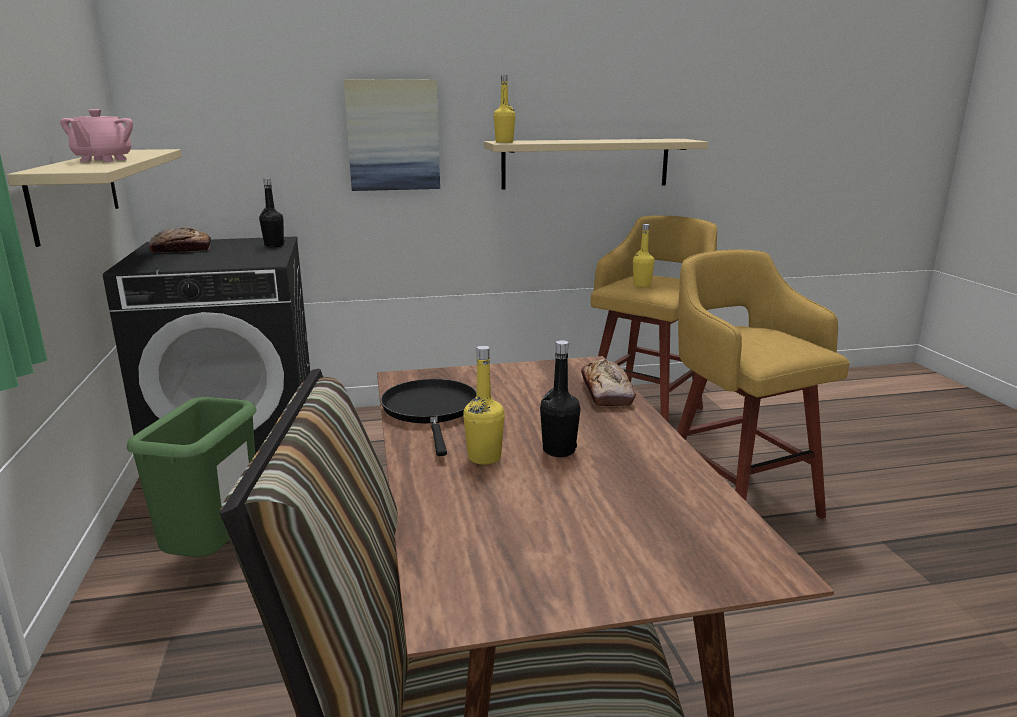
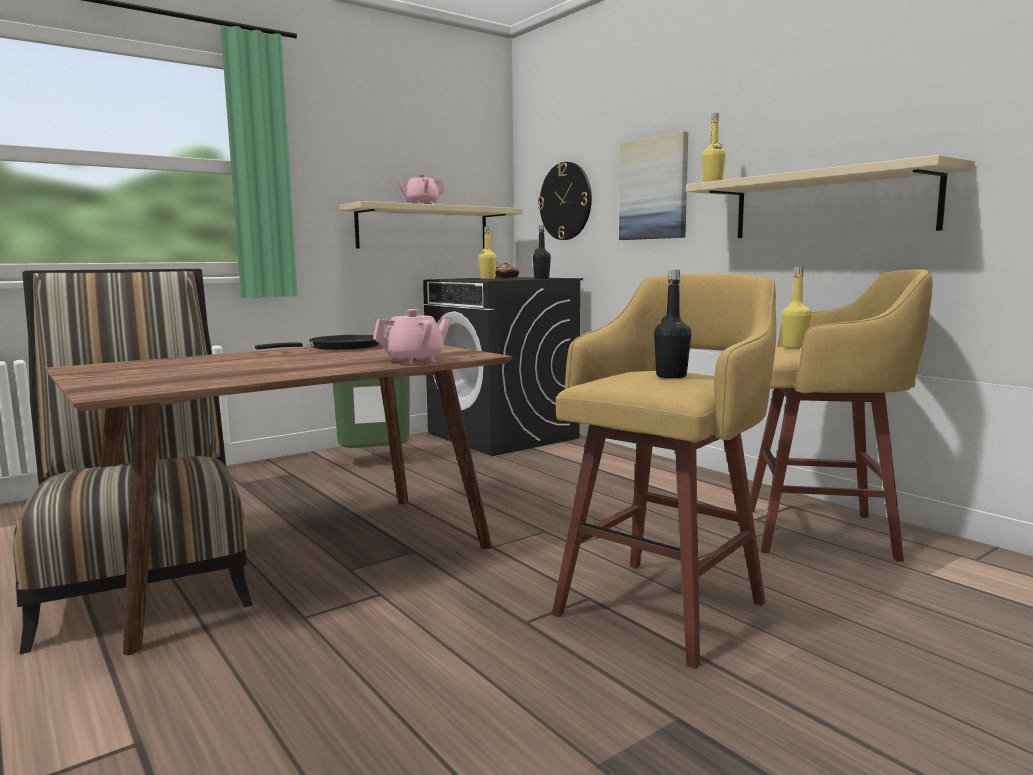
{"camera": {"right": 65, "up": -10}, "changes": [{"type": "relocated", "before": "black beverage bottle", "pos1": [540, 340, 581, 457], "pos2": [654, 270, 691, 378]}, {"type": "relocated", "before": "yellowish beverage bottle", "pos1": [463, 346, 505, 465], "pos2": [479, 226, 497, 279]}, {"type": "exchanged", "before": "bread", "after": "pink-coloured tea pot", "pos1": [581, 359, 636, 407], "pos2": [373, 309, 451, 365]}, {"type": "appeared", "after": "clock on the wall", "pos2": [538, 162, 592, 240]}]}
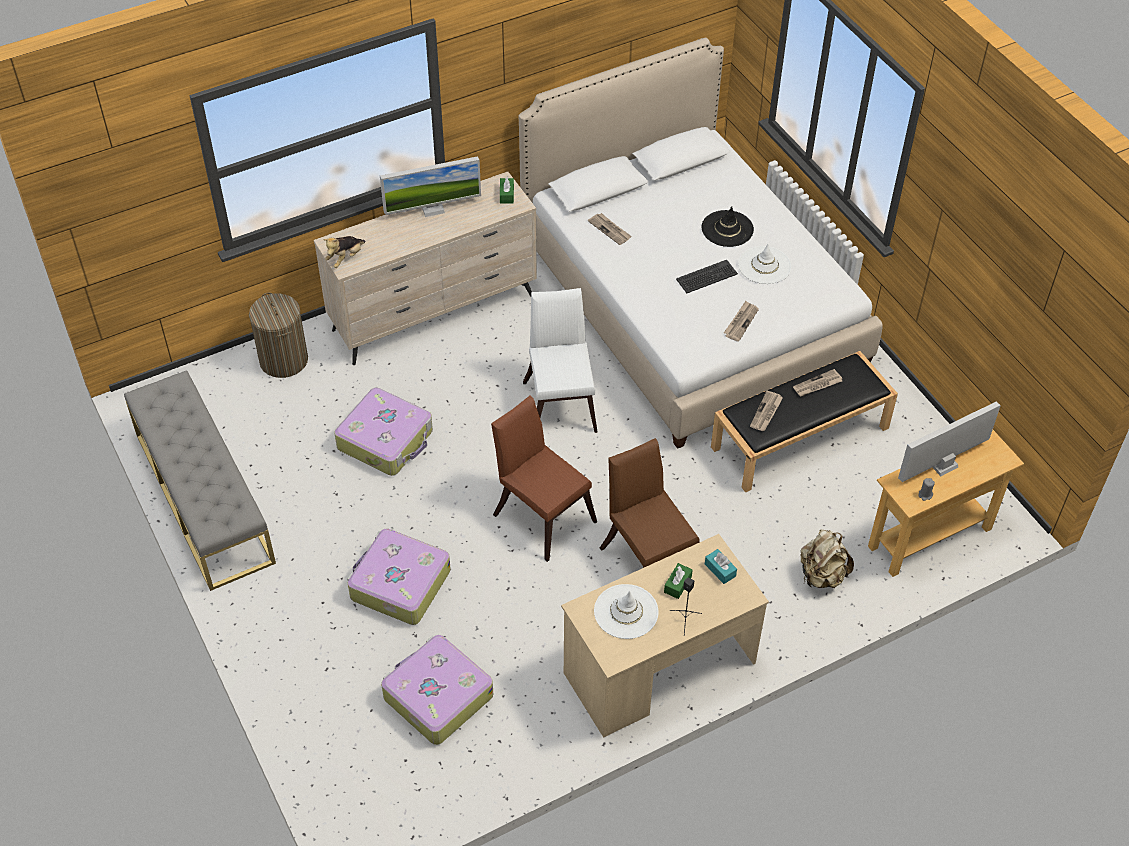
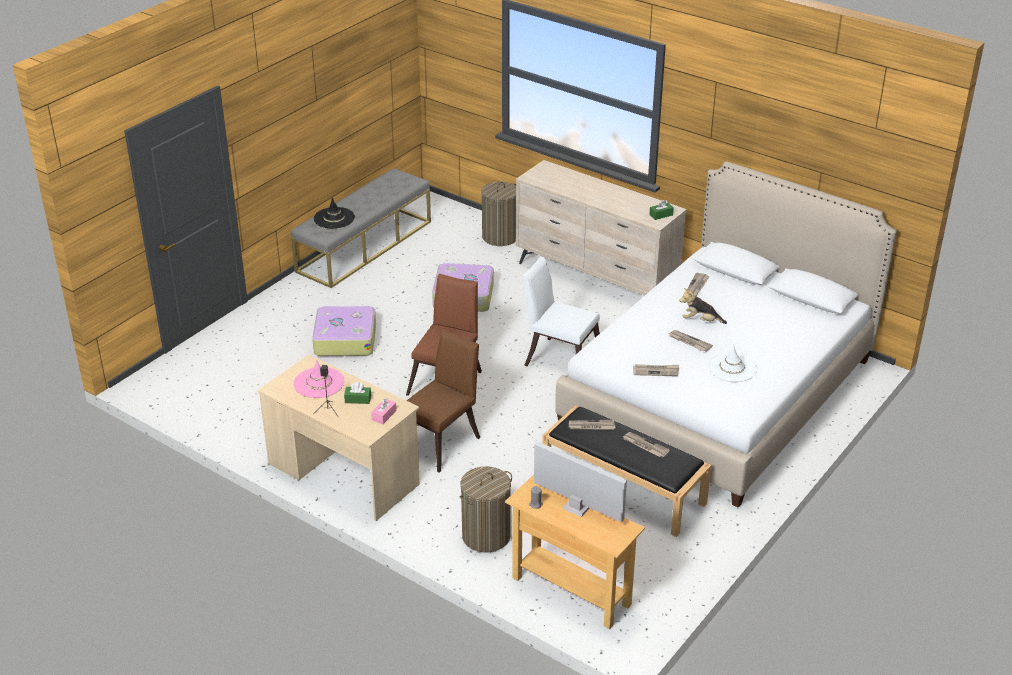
{"camera": {"right": 65, "up": -15}, "changes": [{"type": "missing", "before": "monitor", "pos1": [380, 157, 481, 217]}, {"type": "relocated", "before": "black hat", "pos1": [701, 206, 754, 247], "pos2": [314, 197, 355, 228]}, {"type": "relocated", "before": "soft toy", "pos1": [324, 236, 366, 268], "pos2": [679, 288, 727, 324]}, {"type": "exchanged", "before": "keyboard", "after": "printed paper", "pos1": [676, 260, 738, 293], "pos2": [669, 330, 713, 352]}, {"type": "spun", "before": "white-coloured plain chair", "pos1": [523, 288, 598, 433], "pos2": [522, 256, 600, 366], "turn": -120}, {"type": "exchanged", "before": "beige rucksack", "after": "hamper", "pos1": [801, 530, 854, 588], "pos2": [459, 466, 512, 553]}, {"type": "colour", "before": "turquoise-coloured tissue holder", "after": "pink-coloured tissue holder", "pos1": [705, 549, 737, 584], "pos2": [371, 398, 396, 424]}, {"type": "colour", "before": "white-coloured hat", "after": "pink-coloured hat", "pos1": [594, 584, 659, 639], "pos2": [294, 359, 345, 398]}, {"type": "missing", "before": "suitcase", "pos1": [381, 635, 493, 745]}]}
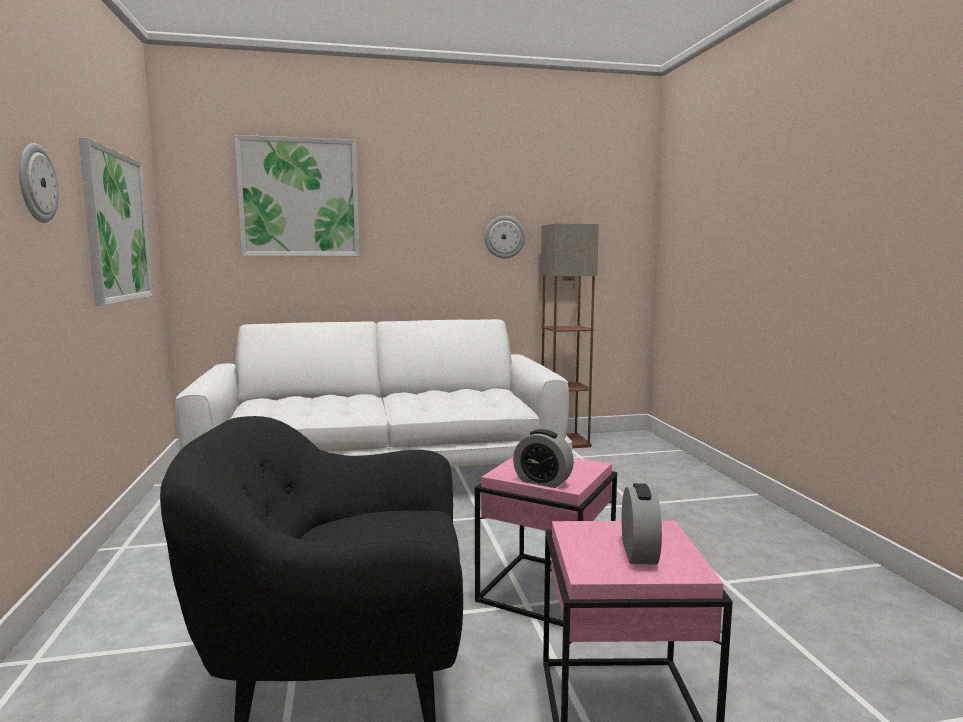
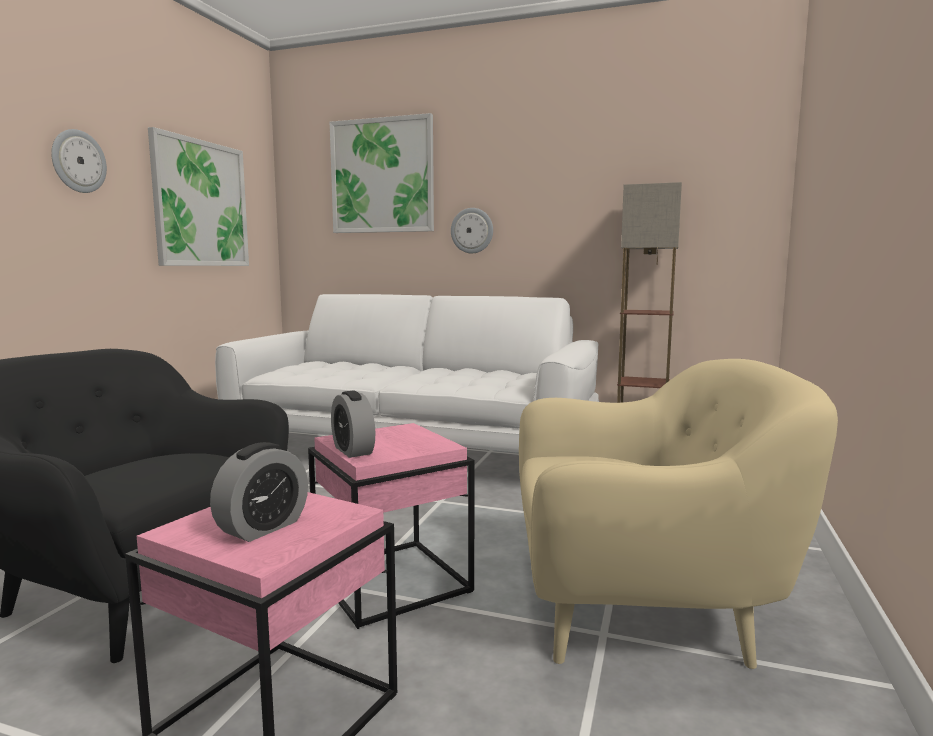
{"camera": {"right": 30, "up": 0}, "changes": [{"type": "relocated", "before": "clock on the wall", "pos1": [484, 216, 525, 258], "pos2": [451, 208, 493, 253]}, {"type": "appeared", "after": "beige armchair", "pos2": [519, 359, 838, 669]}]}
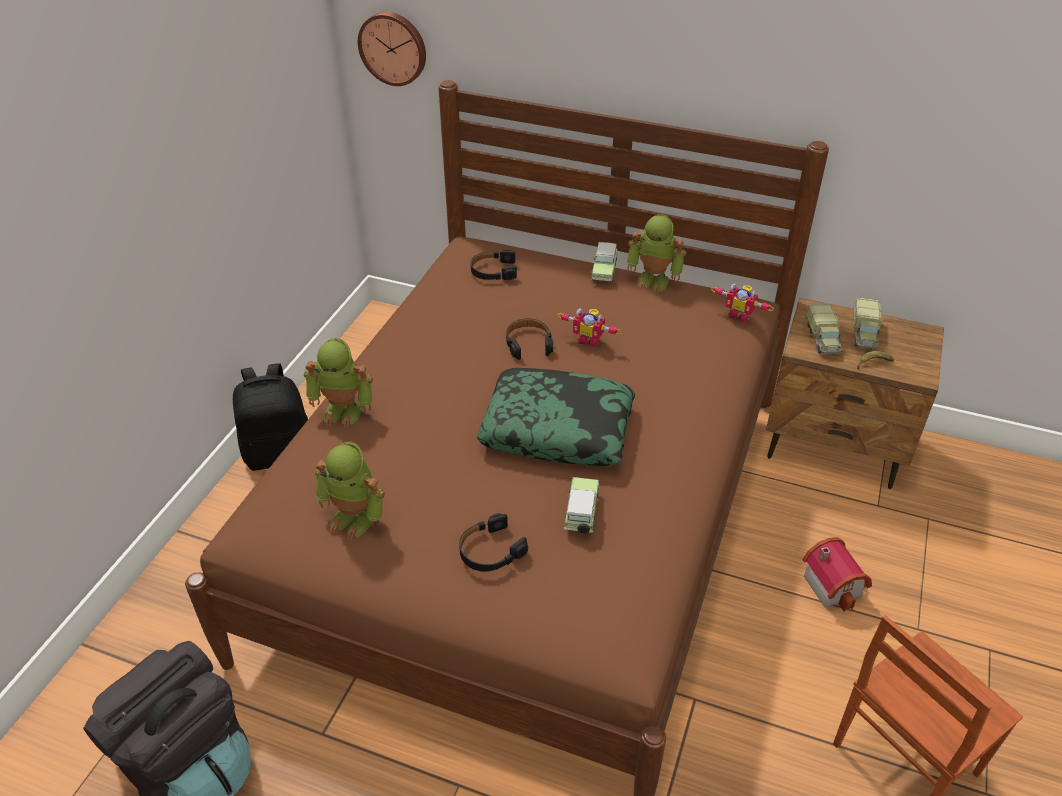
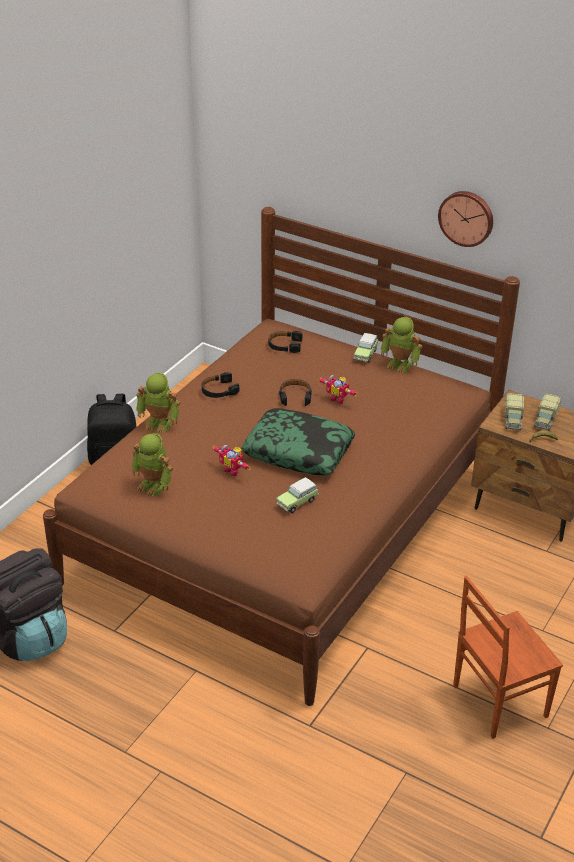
{"camera": {"right": 10, "up": -5}, "changes": [{"type": "relocated", "before": "clock on the wall", "pos1": [358, 12, 426, 86], "pos2": [438, 191, 493, 247]}, {"type": "relocated", "before": "model robot", "pos1": [711, 283, 774, 322], "pos2": [212, 445, 251, 476]}, {"type": "spun", "before": "toy car", "pos1": [564, 477, 599, 534], "pos2": [276, 477, 319, 513], "turn": -150}, {"type": "relocated", "before": "black pair of headphones", "pos1": [459, 513, 528, 571], "pos2": [202, 372, 239, 398]}, {"type": "missing", "before": "model house", "pos1": [803, 537, 872, 612]}]}
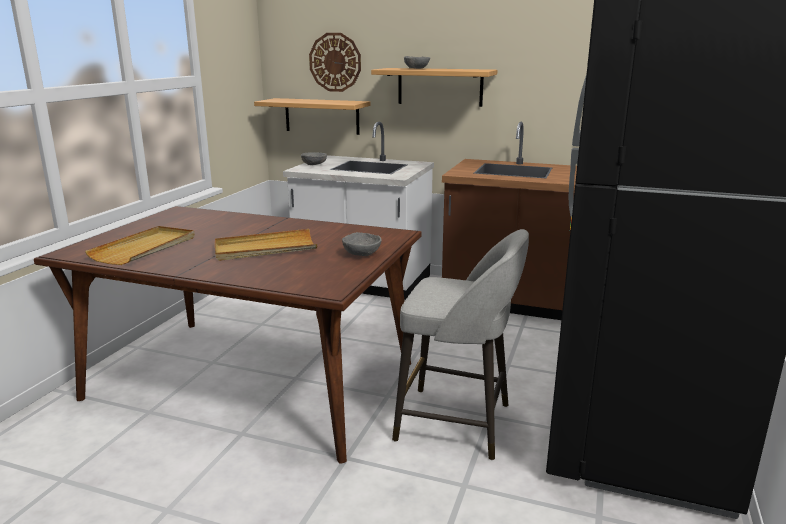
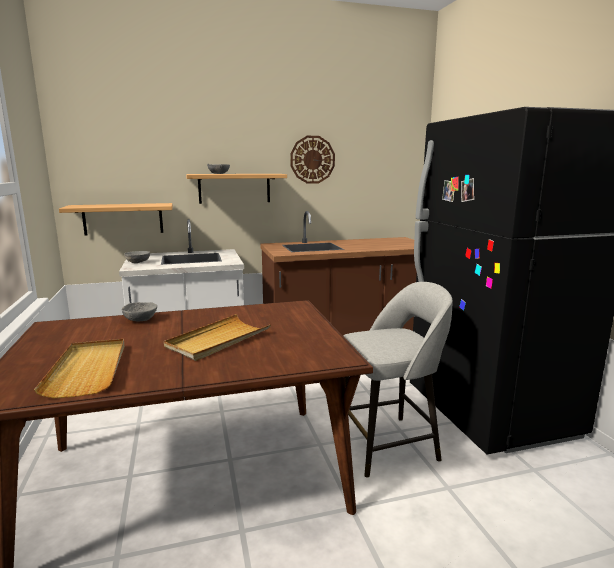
{"camera": {"right": -35, "up": -5}, "changes": [{"type": "relocated", "before": "clock on the wall", "pos1": [309, 33, 361, 92], "pos2": [290, 136, 335, 184]}, {"type": "relocated", "before": "grey bowl", "pos1": [342, 232, 382, 256], "pos2": [122, 302, 157, 321]}]}
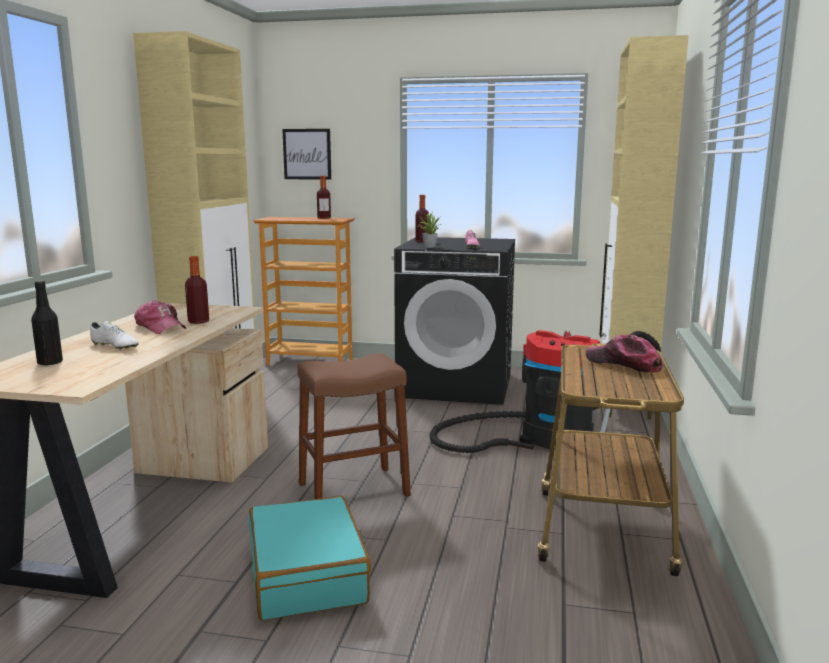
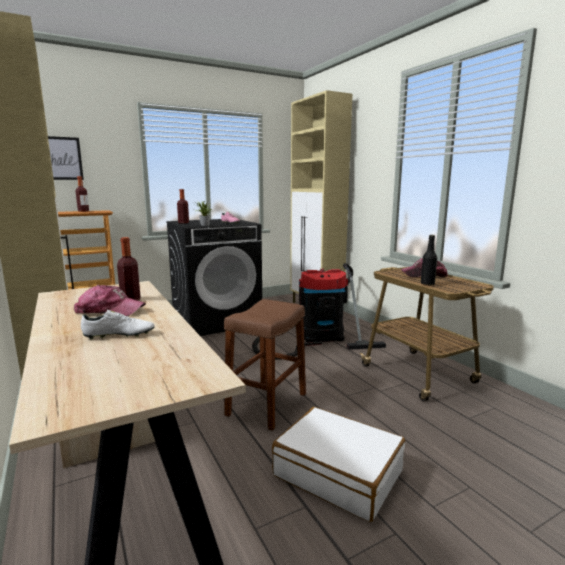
{"camera": {"right": -40, "up": 0}, "changes": [{"type": "relocated", "before": "black beverage bottle", "pos1": [31, 281, 63, 366], "pos2": [421, 235, 437, 285]}, {"type": "colour", "before": "turquoise-coloured suitcase", "after": "white-coloured suitcase", "pos1": [248, 496, 371, 620], "pos2": [272, 407, 406, 522]}]}
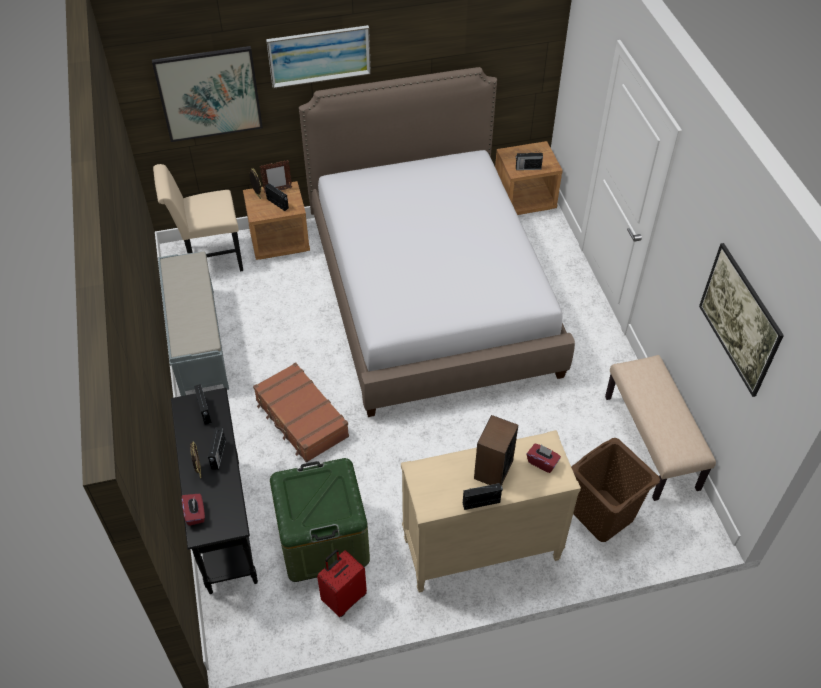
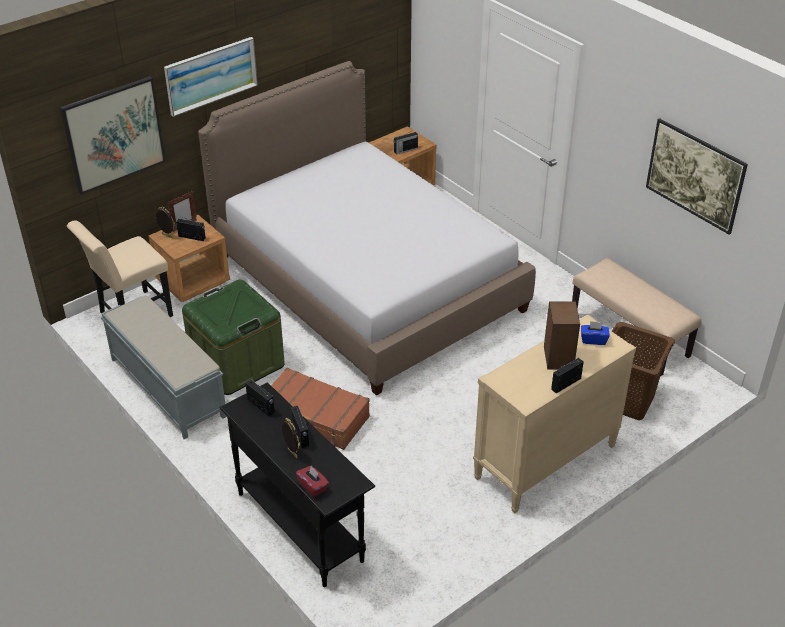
{"camera": {"right": -25, "up": -10}, "changes": [{"type": "colour", "before": "reddish tissue holder", "after": "bluish tissue holder", "pos1": [527, 444, 561, 473], "pos2": [581, 321, 610, 345]}, {"type": "relocated", "before": "green storage bin", "pos1": [270, 458, 370, 582], "pos2": [182, 280, 285, 395]}, {"type": "missing", "before": "reddish suitcase", "pos1": [317, 549, 367, 617]}]}
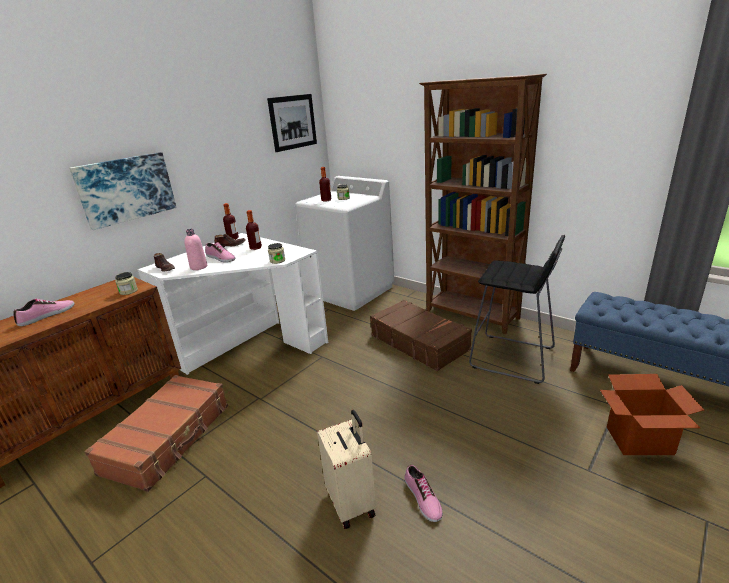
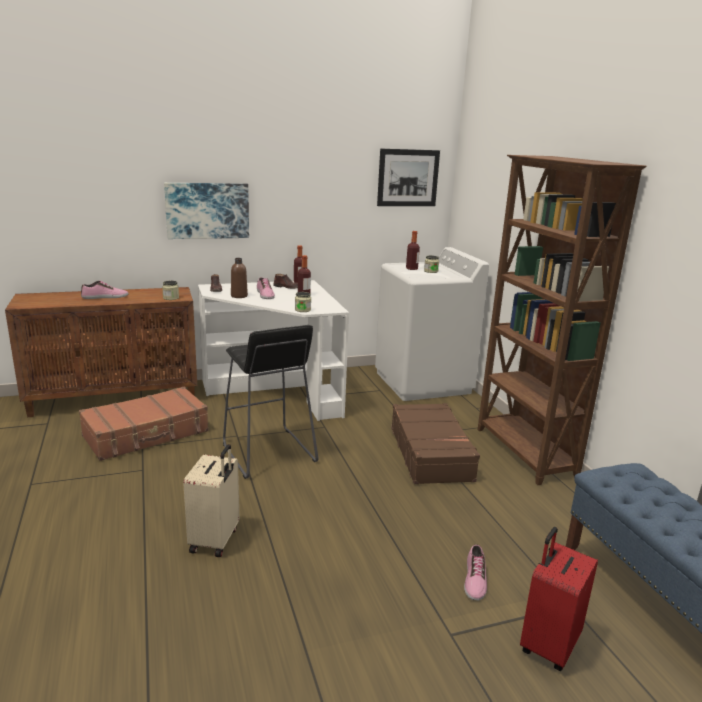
{"camera": {"right": 30, "up": -5}, "changes": [{"type": "colour", "before": "pink-coloured beverage bottle", "after": "brown beverage bottle", "pos1": [184, 229, 207, 270], "pos2": [231, 258, 248, 298]}, {"type": "relocated", "before": "black sitting stool", "pos1": [469, 235, 565, 384], "pos2": [223, 325, 318, 479]}, {"type": "exchanged", "before": "carton", "after": "reddish suitcase", "pos1": [600, 374, 704, 455], "pos2": [520, 527, 598, 671]}, {"type": "relocated", "before": "shoe", "pos1": [405, 465, 443, 522], "pos2": [464, 544, 487, 601]}]}
